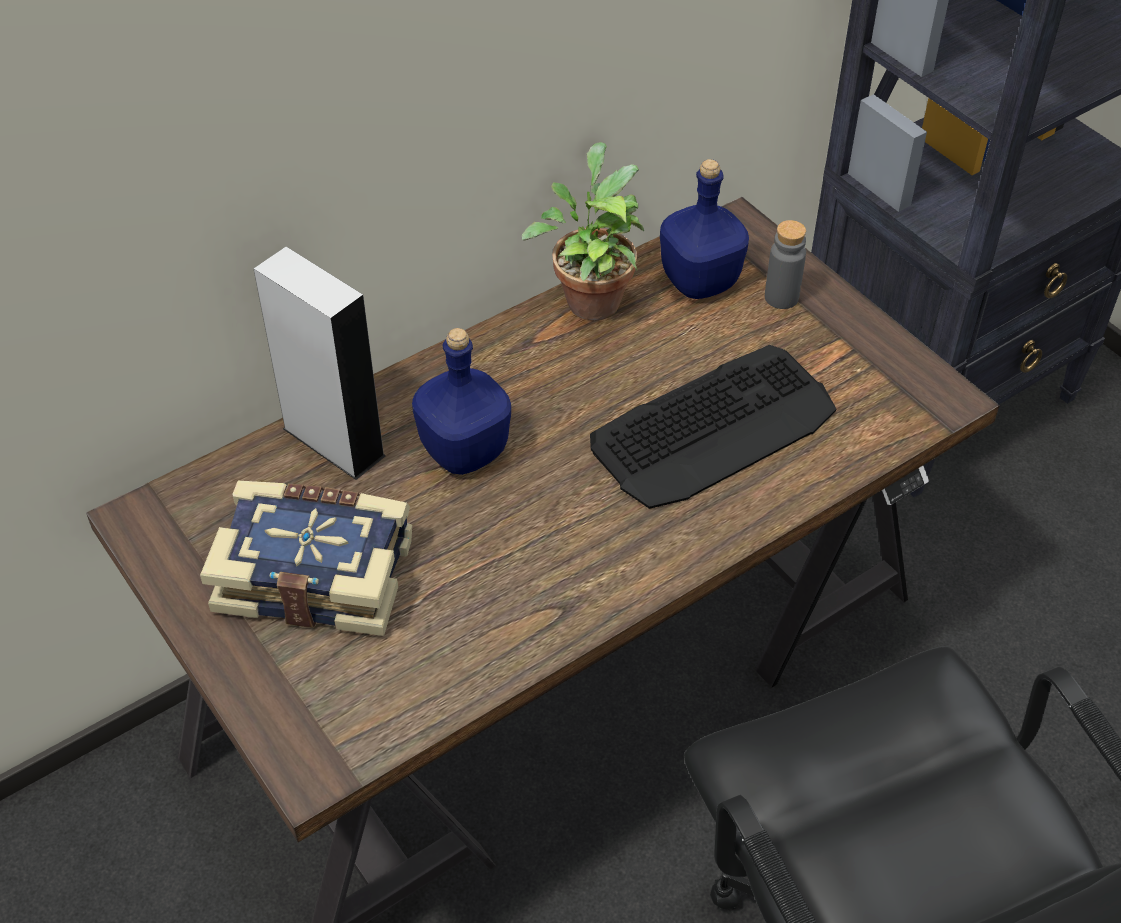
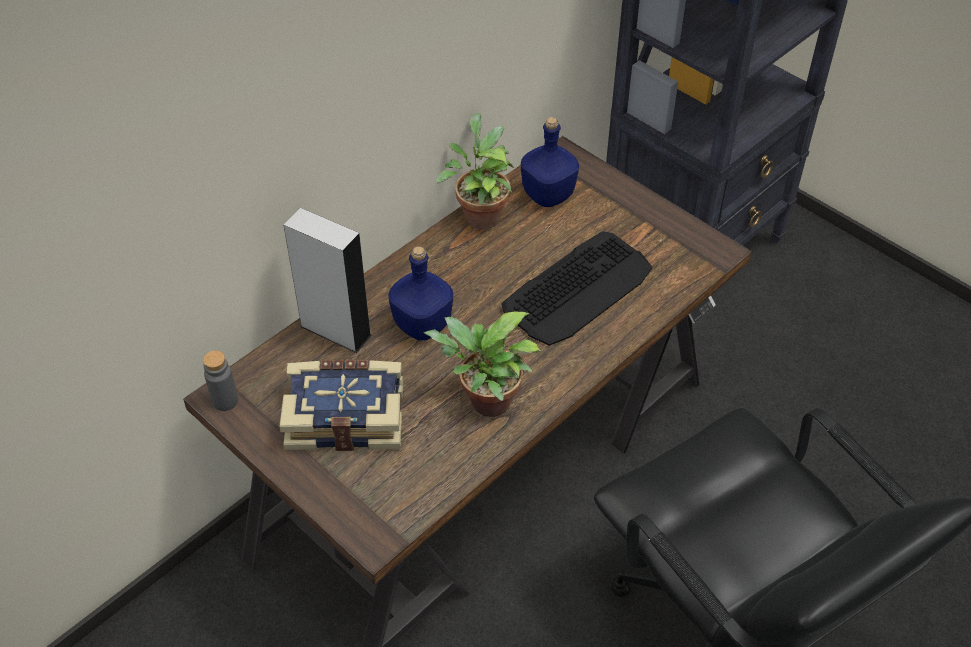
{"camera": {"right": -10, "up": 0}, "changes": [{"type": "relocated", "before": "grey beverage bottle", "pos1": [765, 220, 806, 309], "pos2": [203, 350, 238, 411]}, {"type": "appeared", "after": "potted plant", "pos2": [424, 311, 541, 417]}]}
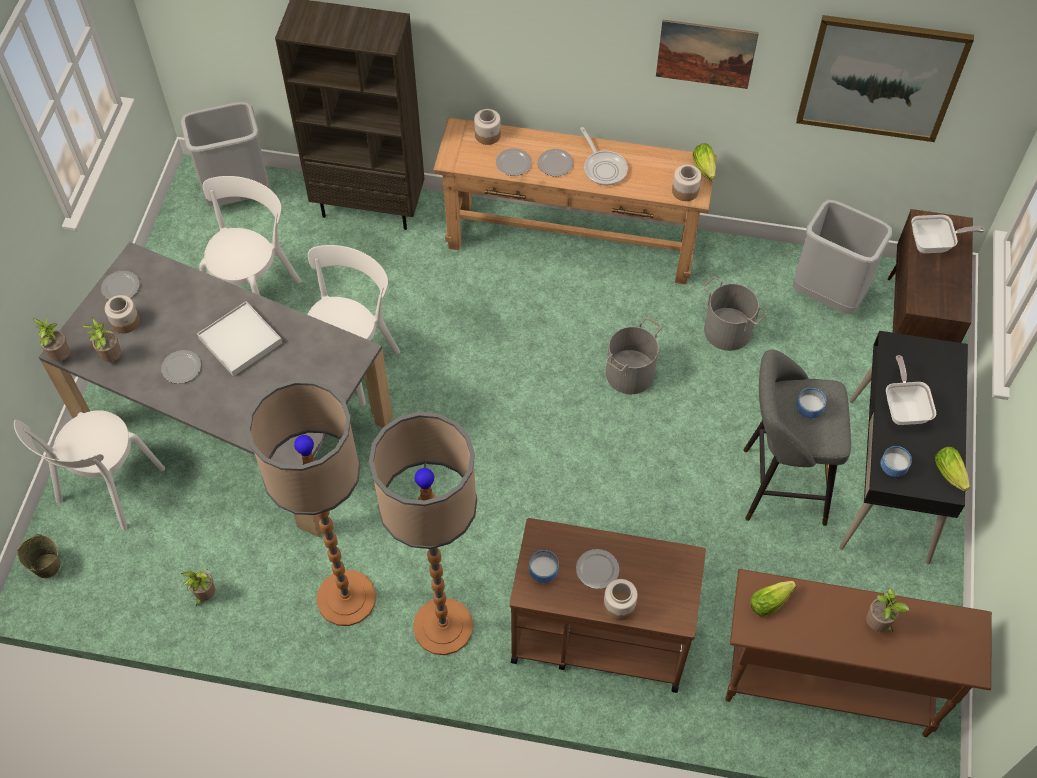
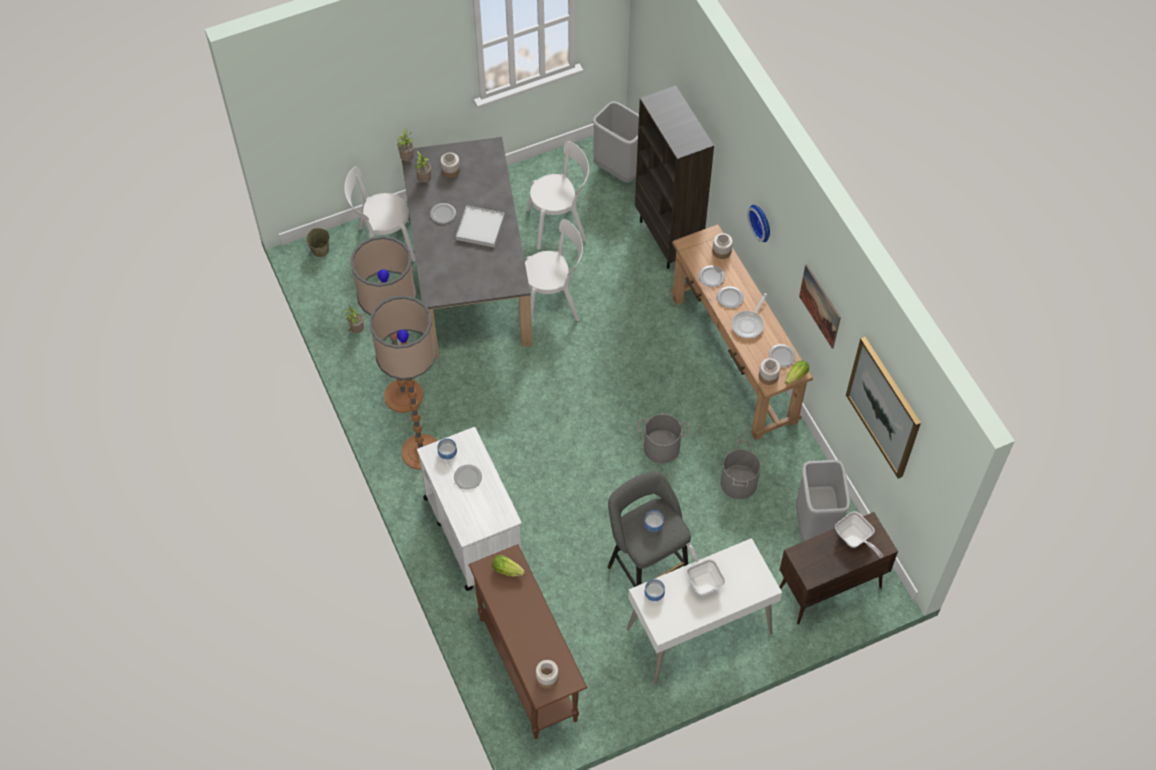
{"camera": {"right": 55, "up": 0}, "changes": [{"type": "relocated", "before": "plate", "pos1": [101, 271, 140, 300], "pos2": [768, 344, 796, 367]}, {"type": "colour", "before": "black desk table", "after": "white-coloured desk table", "pos1": [839, 331, 968, 564], "pos2": [627, 538, 782, 685]}, {"type": "spun", "before": "pan", "pos1": [886, 355, 936, 425], "pos2": [686, 543, 726, 595], "turn": -75}, {"type": "missing", "before": "head of lettuce", "pos1": [935, 447, 970, 491]}, {"type": "colour", "before": "brown wheeled cart", "after": "white-coloured wheeled cart", "pos1": [510, 518, 706, 693], "pos2": [417, 427, 522, 591]}, {"type": "relocated", "before": "preserve jar", "pos1": [603, 579, 638, 621], "pos2": [536, 660, 559, 689]}, {"type": "missing", "before": "potted plant", "pos1": [866, 588, 910, 632]}, {"type": "appeared", "after": "clock on the wall", "pos2": [747, 205, 770, 242]}]}
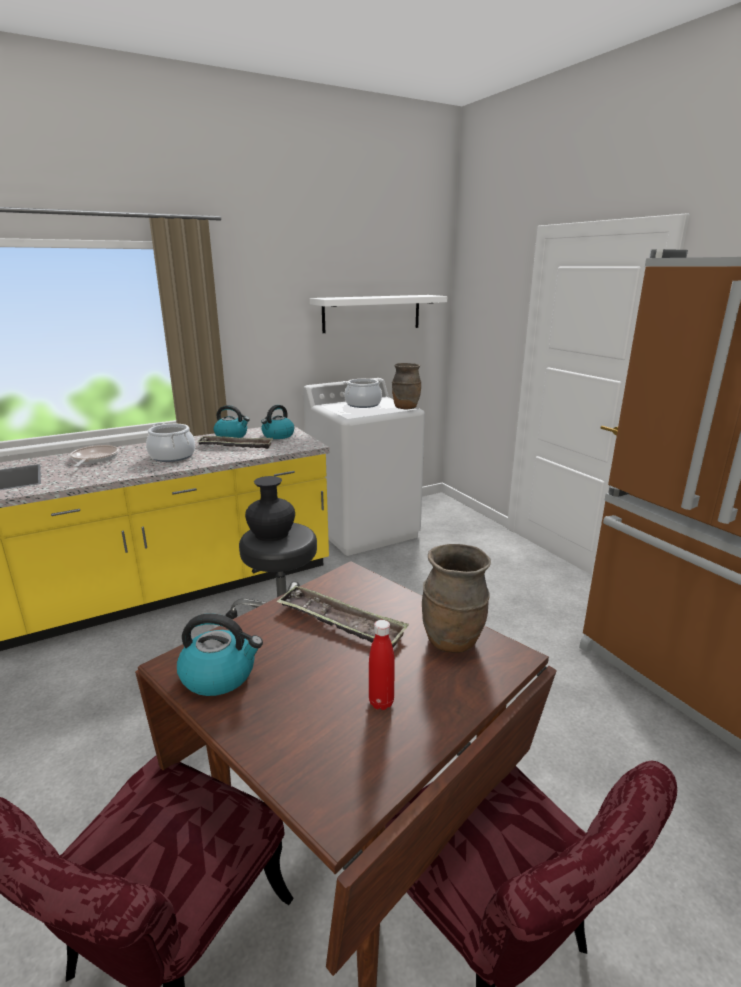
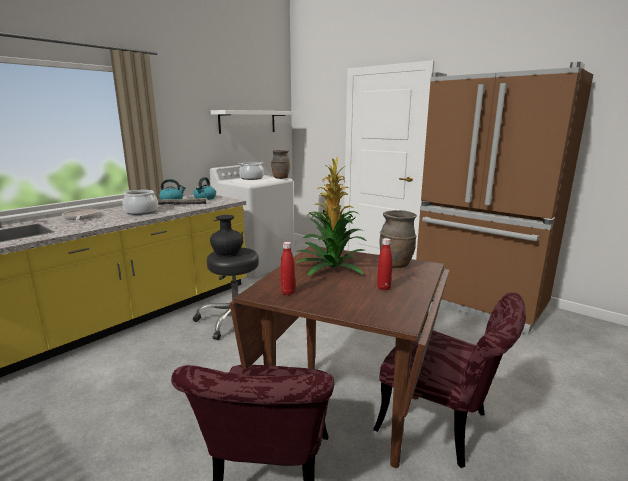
{"camera": {"right": -20, "up": -5}, "changes": [{"type": "exchanged", "before": "carrying tray", "after": "potted plant", "pos1": [276, 585, 409, 647], "pos2": [296, 157, 366, 276]}, {"type": "exchanged", "before": "water kettle", "after": "reddish beverage bottle", "pos1": [177, 613, 263, 696], "pos2": [281, 242, 295, 295]}]}
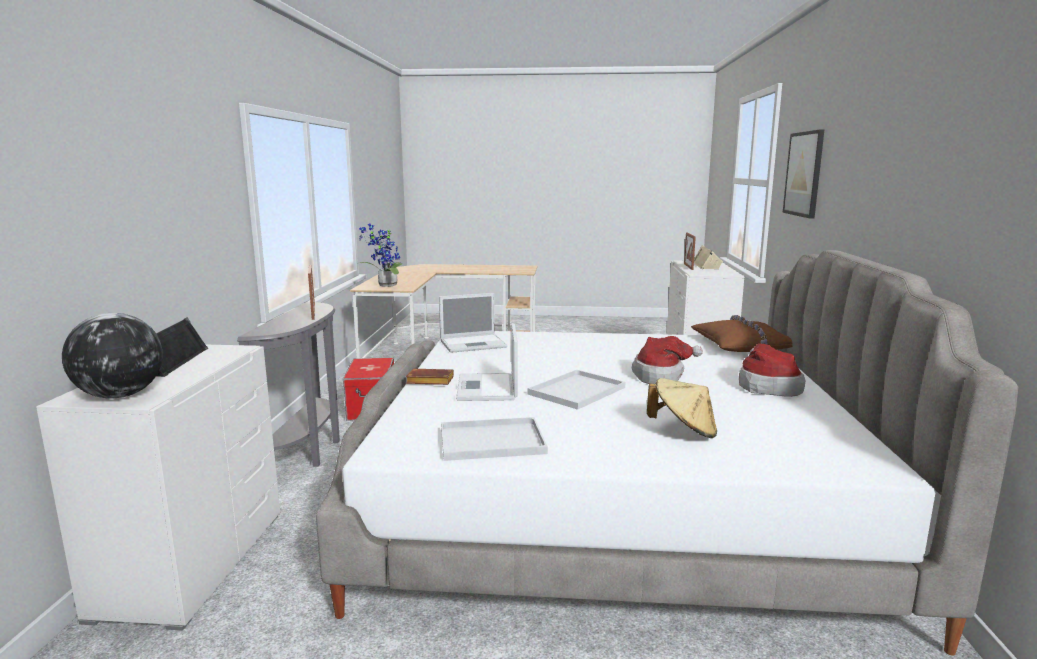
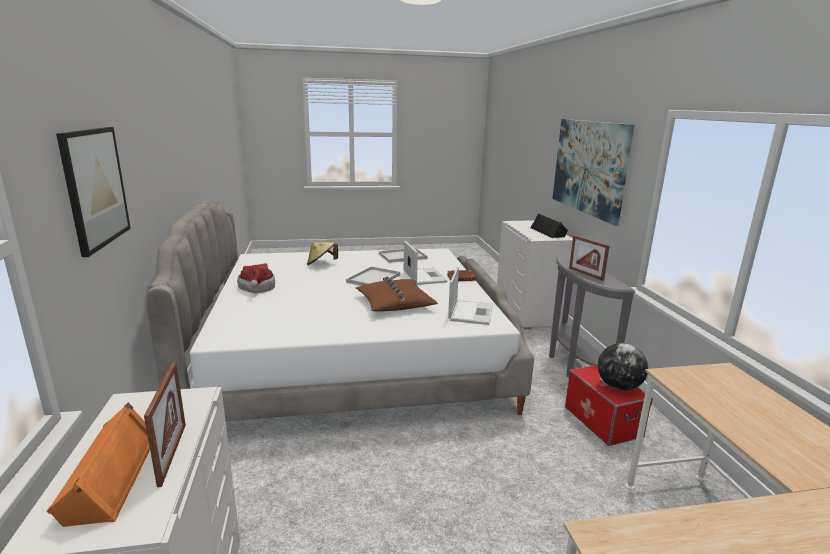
{"camera": {"right": 165, "up": 5}, "changes": [{"type": "missing", "before": "potted plant", "pos1": [357, 223, 403, 287]}, {"type": "colour", "before": "beige audio speaker", "after": "orangey audio speaker", "pos1": [694, 245, 723, 269], "pos2": [47, 402, 150, 527]}, {"type": "spun", "before": "portable computer", "pos1": [439, 293, 507, 353], "pos2": [448, 267, 493, 325], "turn": 135}, {"type": "relocated", "before": "desk globe", "pos1": [62, 313, 163, 399], "pos2": [598, 343, 648, 391]}, {"type": "relocated", "before": "brown cushion", "pos1": [691, 315, 793, 352], "pos2": [356, 276, 438, 311]}, {"type": "missing", "before": "hat", "pos1": [632, 336, 703, 384]}, {"type": "appeared", "after": "wall picture", "pos2": [552, 119, 634, 226]}]}
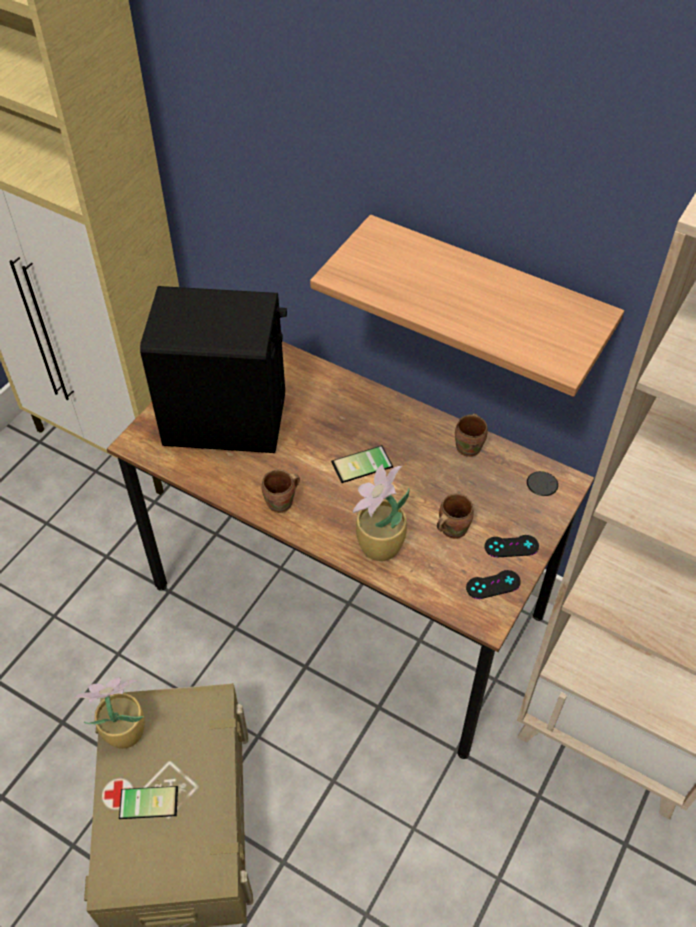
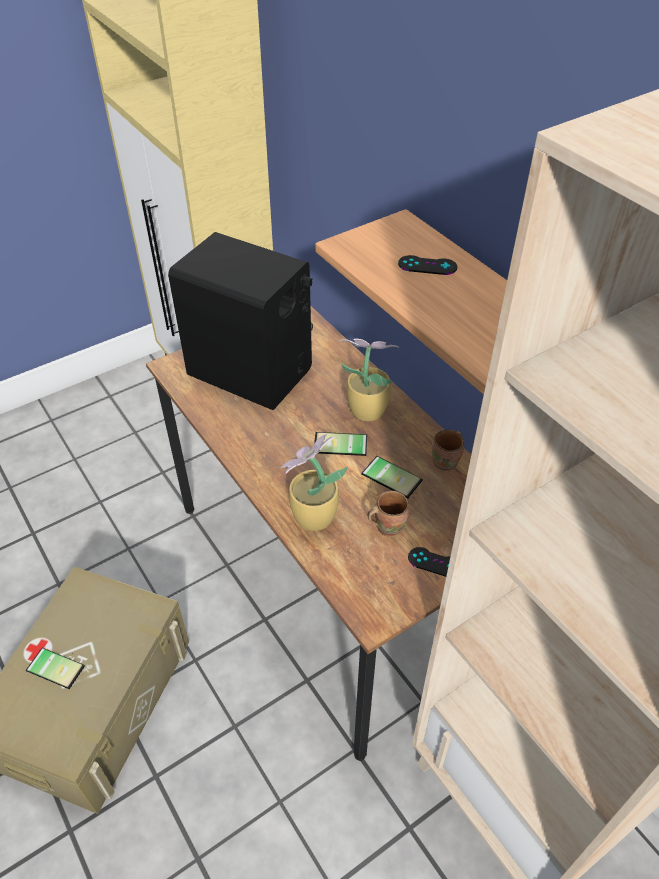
{"camera": {"right": 25, "up": -5}, "changes": [{"type": "missing", "before": "brown tea mug", "pos1": [262, 469, 300, 513]}, {"type": "relocated", "before": "black game controller", "pos1": [466, 570, 521, 599], "pos2": [398, 255, 457, 275]}, {"type": "relocated", "before": "potted plant", "pos1": [74, 677, 145, 749], "pos2": [340, 338, 399, 421]}, {"type": "appeared", "after": "telephone", "pos2": [361, 456, 423, 499]}]}
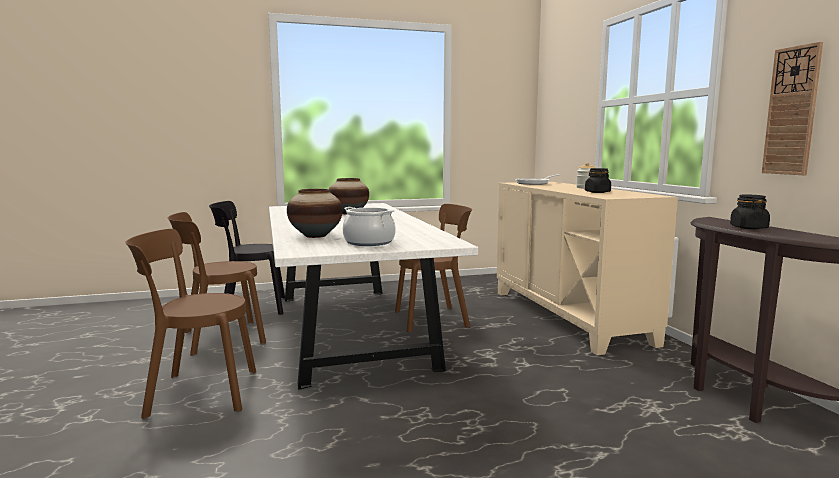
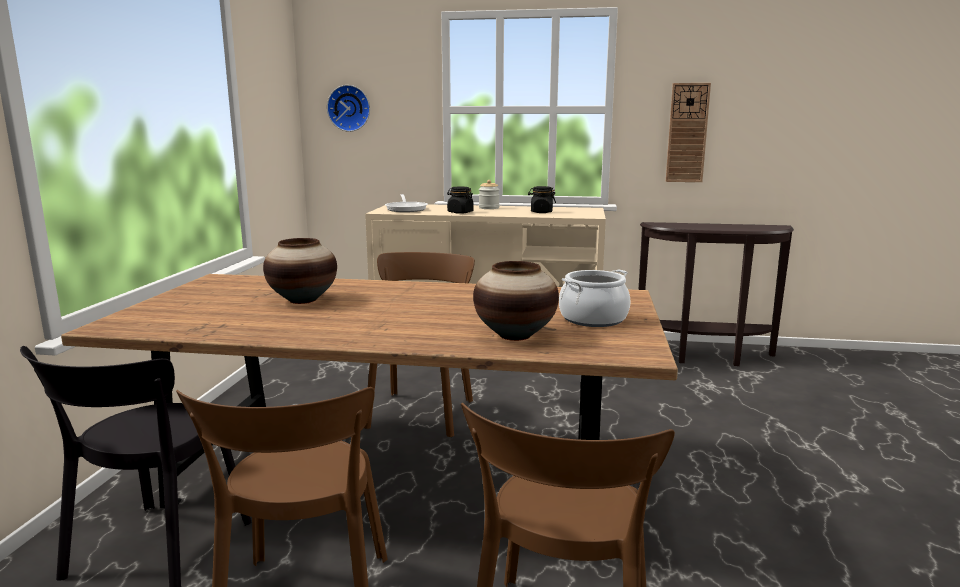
{"camera": {"right": -65, "up": 5}, "changes": [{"type": "relocated", "before": "black preserve jar", "pos1": [730, 194, 770, 229], "pos2": [447, 186, 474, 214]}, {"type": "colour", "before": "white-coloured dinner table", "after": "brown dinner table", "pos1": [269, 203, 478, 390], "pos2": [61, 274, 678, 508]}, {"type": "appeared", "after": "clock on the wall", "pos2": [327, 85, 370, 132]}]}
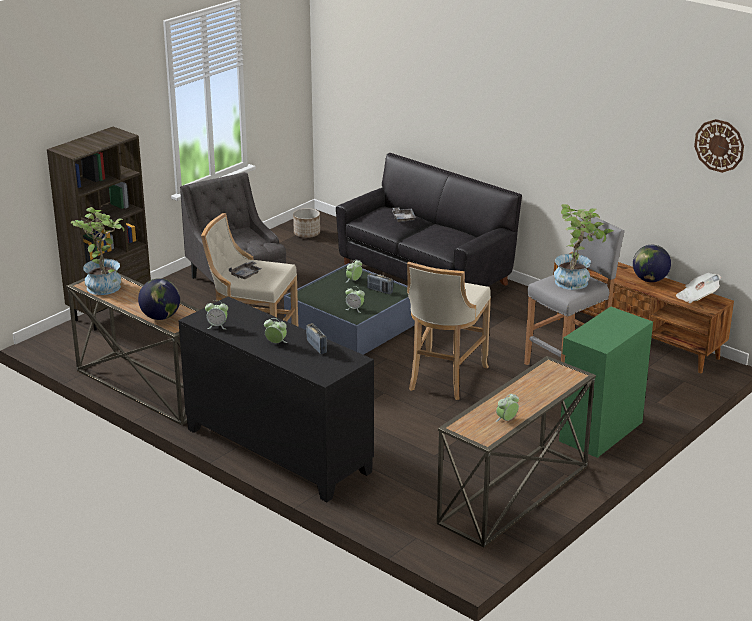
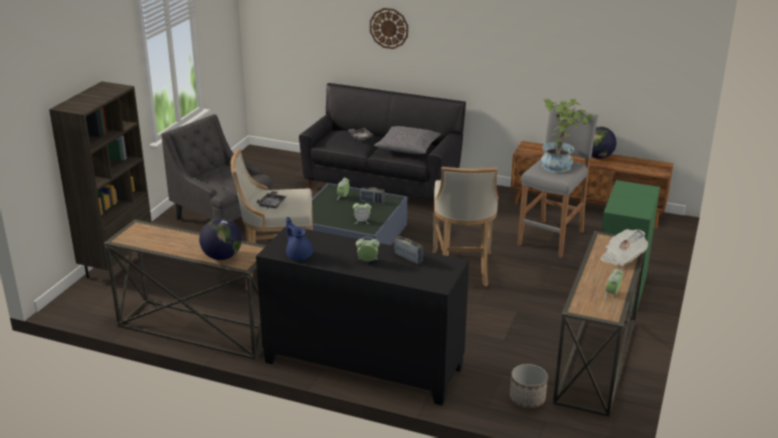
{"camera": {"right": -20, "up": 0}, "changes": [{"type": "relocated", "before": "clock on the wall", "pos1": [694, 119, 744, 173], "pos2": [370, 8, 408, 49]}, {"type": "missing", "before": "potted plant", "pos1": [70, 207, 124, 295]}, {"type": "relocated", "before": "planter", "pos1": [293, 208, 320, 238], "pos2": [510, 364, 548, 408]}, {"type": "relocated", "before": "printed paper", "pos1": [676, 273, 721, 303], "pos2": [600, 229, 648, 267]}, {"type": "exchanged", "before": "bedside clock", "after": "bluish tea pot", "pos1": [205, 300, 228, 329], "pos2": [286, 217, 313, 260]}, {"type": "appeared", "after": "grey cushion", "pos2": [374, 126, 441, 154]}]}
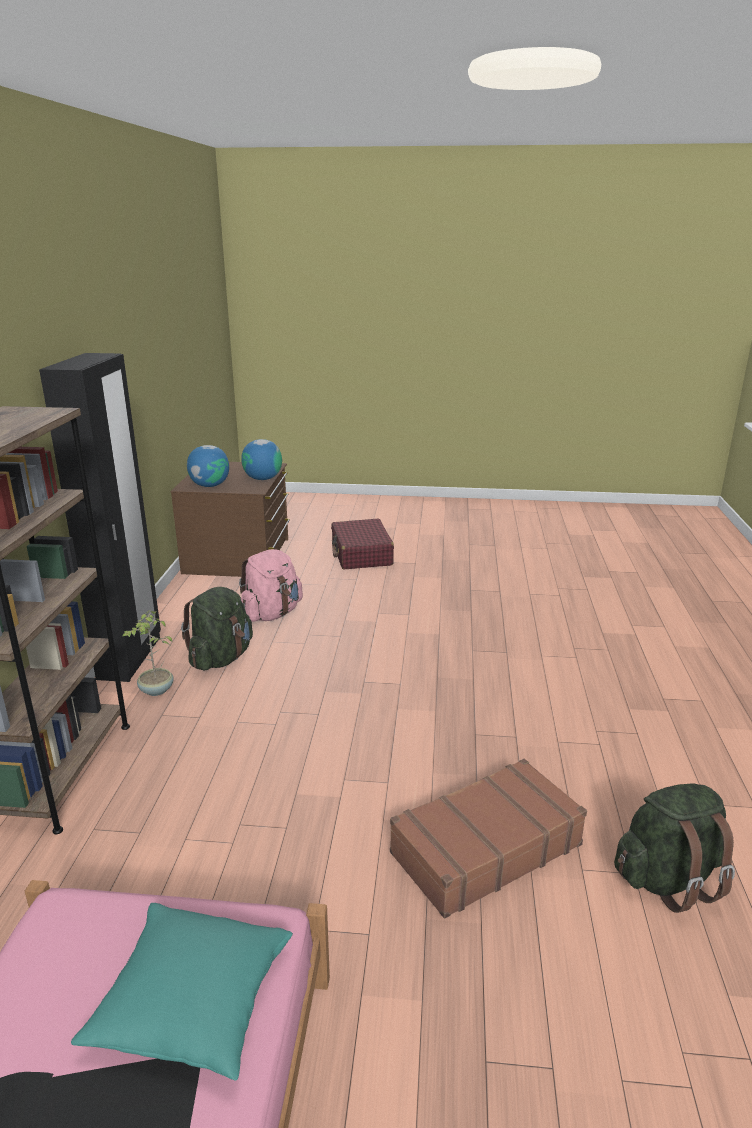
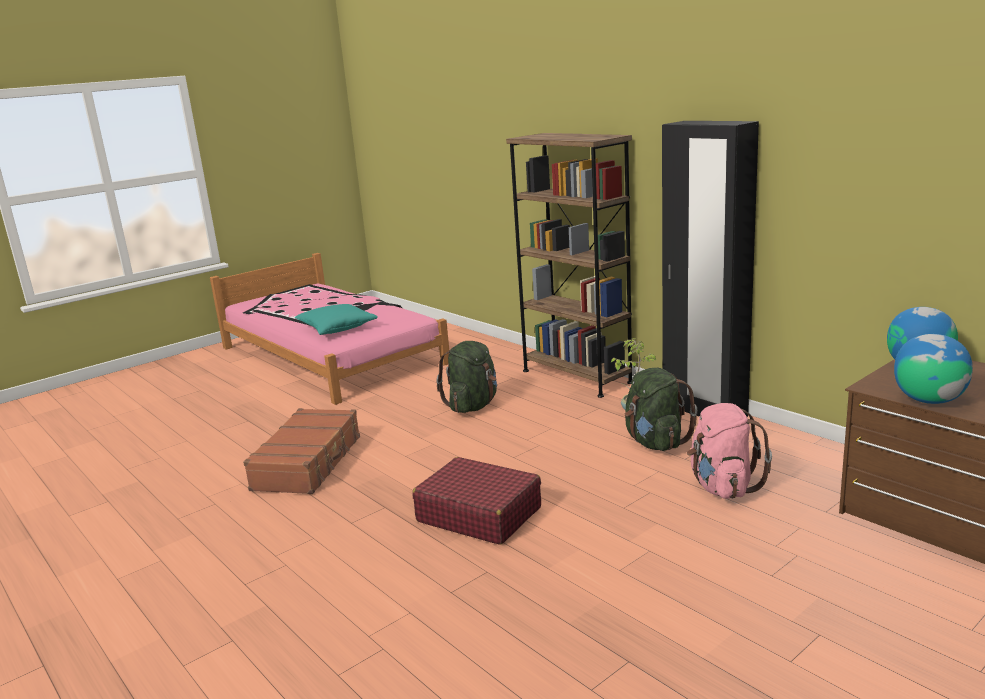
{"camera": {"right": 135, "up": -5}, "changes": [{"type": "relocated", "before": "reddish suitcase", "pos1": [331, 519, 394, 570], "pos2": [412, 457, 541, 545]}, {"type": "relocated", "before": "green rucksack", "pos1": [614, 783, 735, 913], "pos2": [437, 341, 497, 413]}]}
